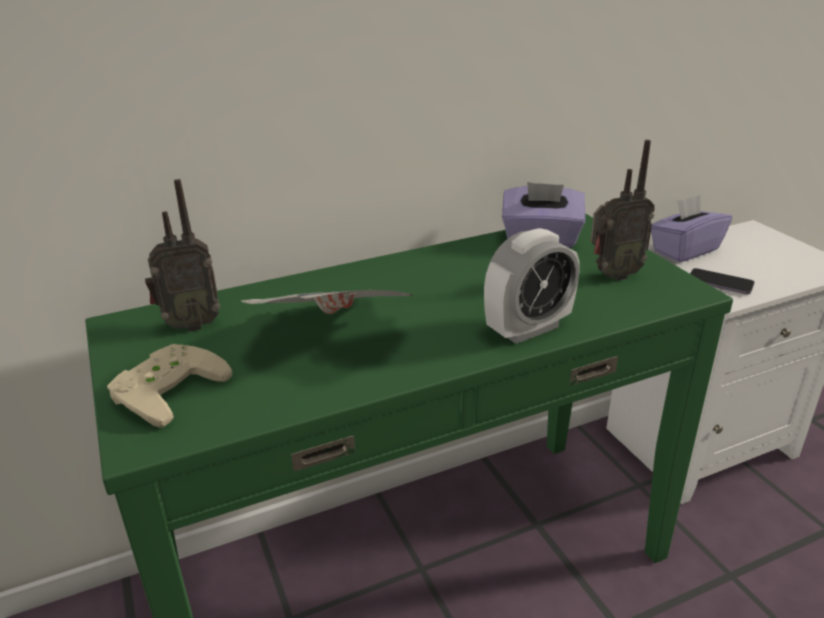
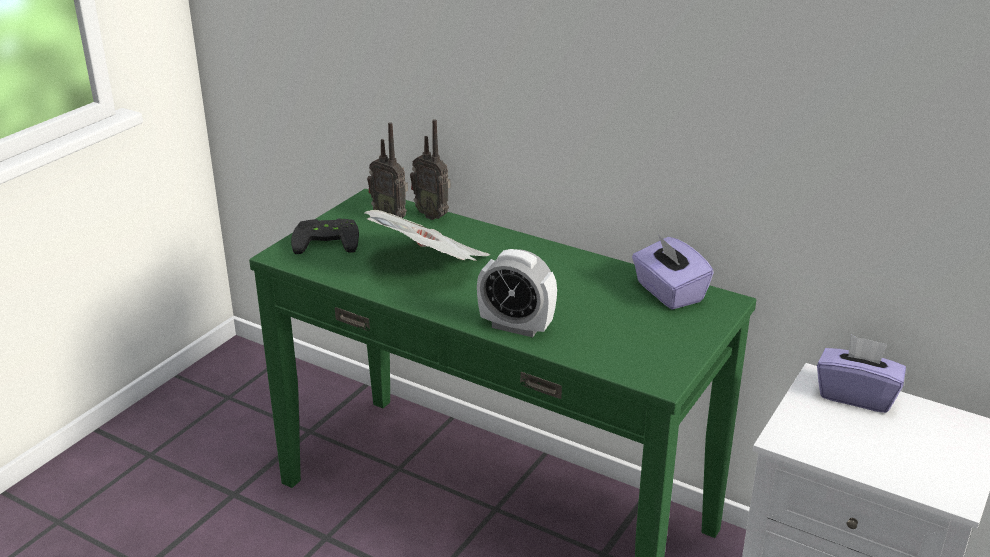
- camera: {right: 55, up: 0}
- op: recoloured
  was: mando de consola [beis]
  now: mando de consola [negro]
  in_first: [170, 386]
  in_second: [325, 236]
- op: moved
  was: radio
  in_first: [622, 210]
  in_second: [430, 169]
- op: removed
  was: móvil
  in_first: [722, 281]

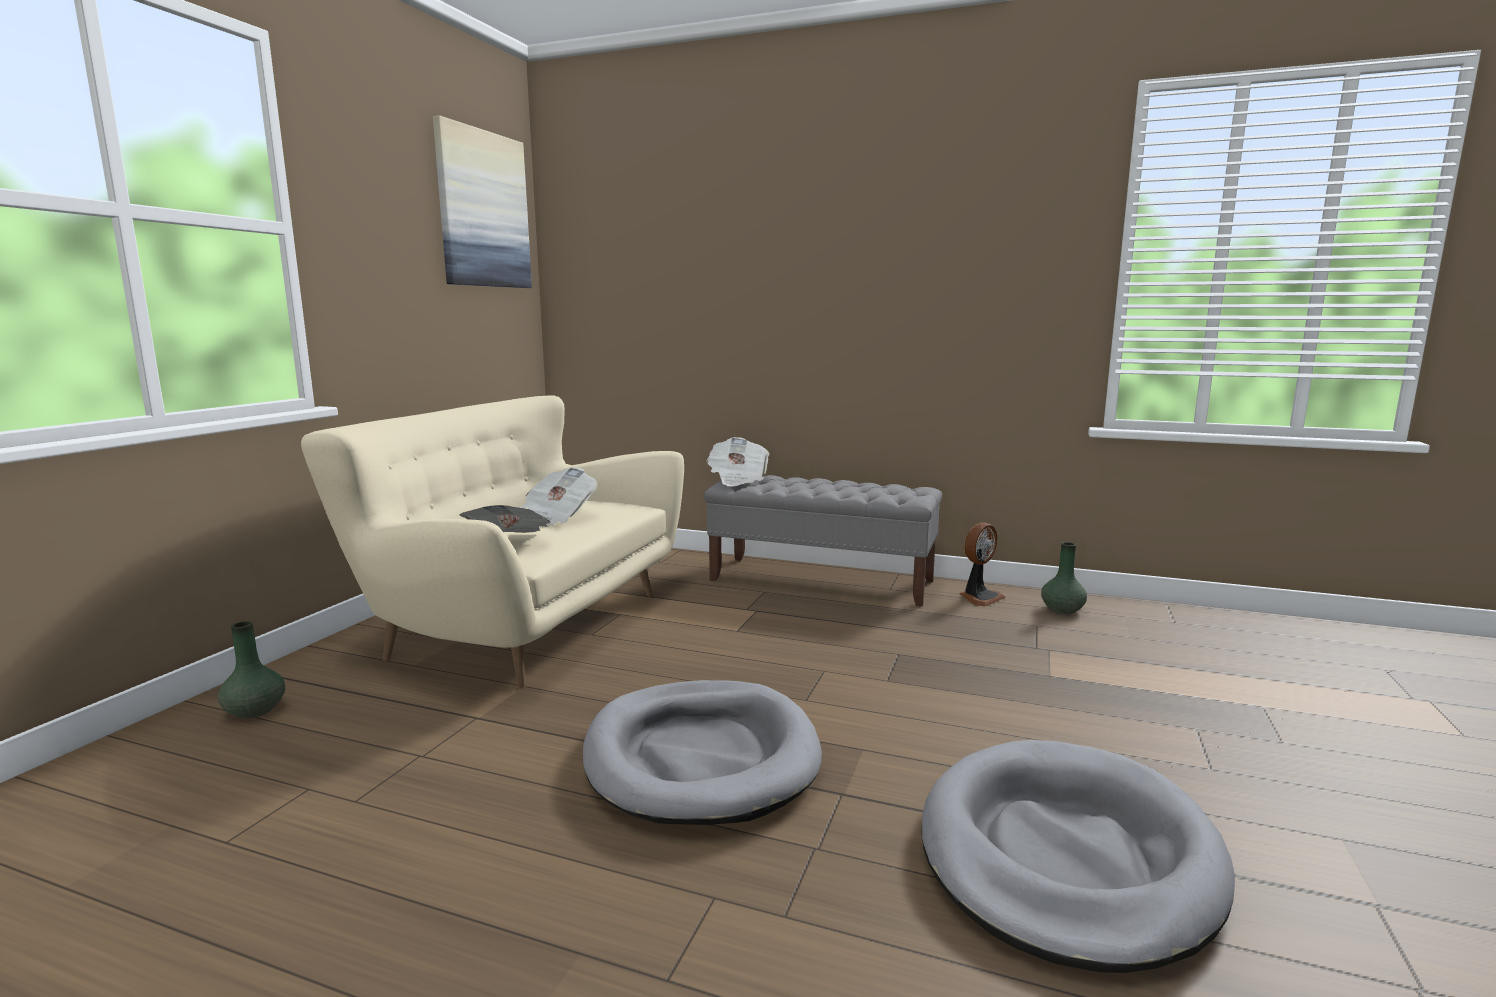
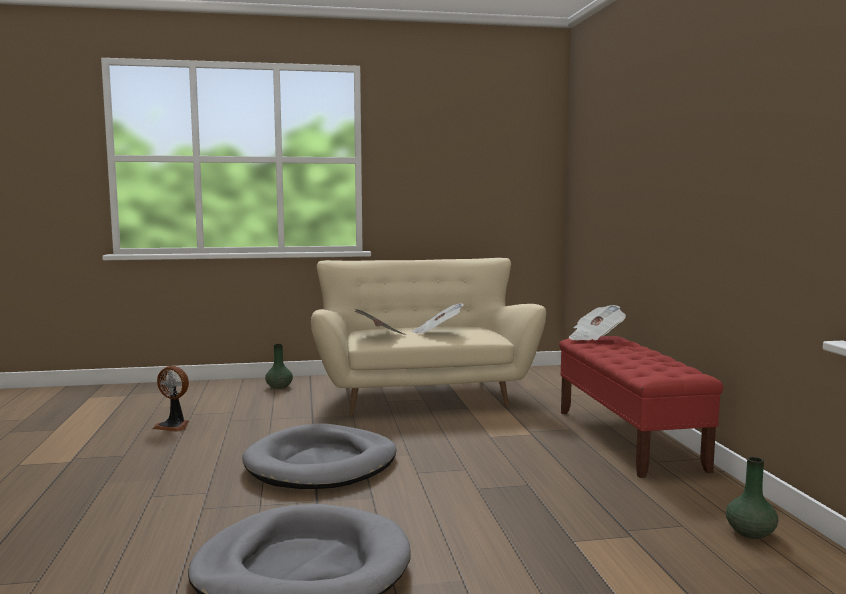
- camera: {right: 60, up: -5}
- op: removed
  was: cuadro
  in_first: [482, 201]
- op: recoloured
  was: banco [gris]
  now: banco [rojo]
  in_first: [823, 541]
  in_second: [641, 407]
- op: moved
  was: ventilador
  in_first: [983, 565]
  in_second: [170, 399]

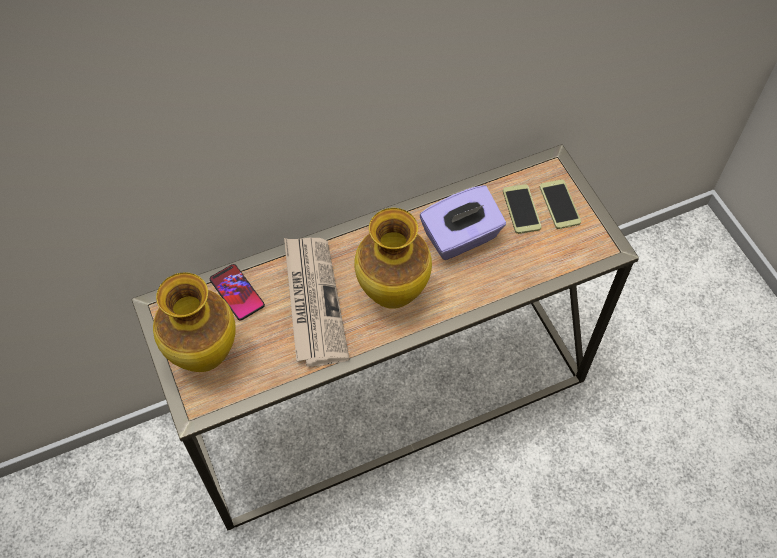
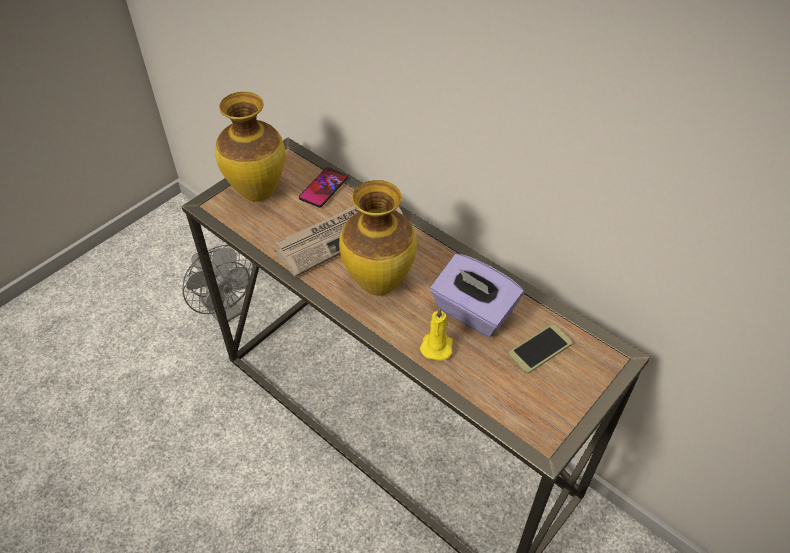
- camera: {right: 65, up: -10}
- op: removed
  was: móvil
  in_first: [560, 204]
- op: added
  now: ventilador [gris]
  in_second: [217, 284]
- op: added
  now: vela [amarillo]
  in_second: [436, 334]

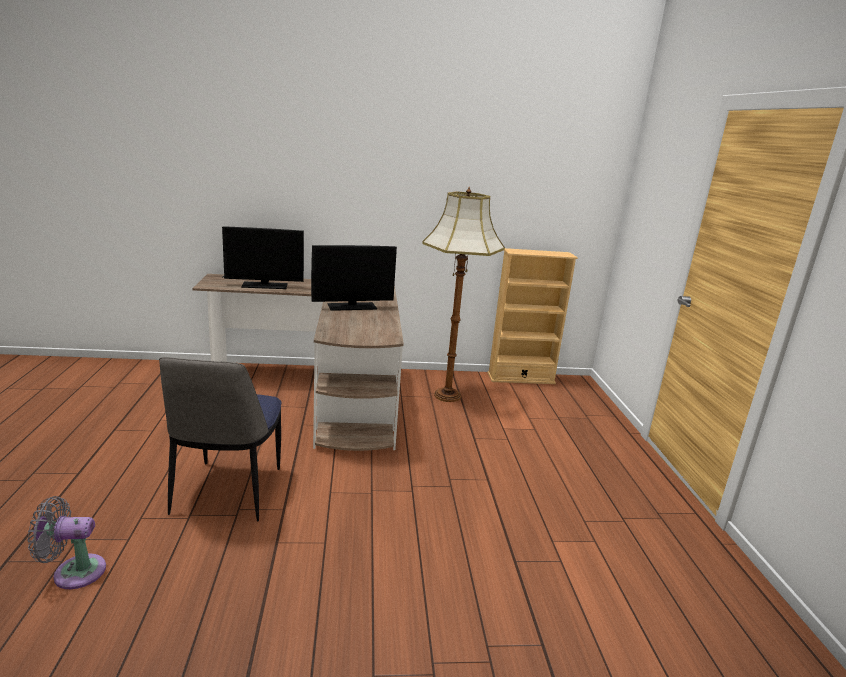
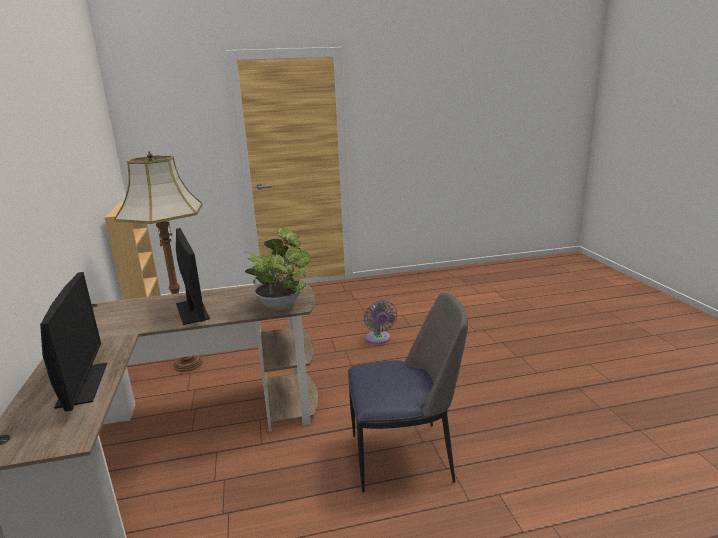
- camera: {right: -95, up: 0}
- op: moved
  was: ventilador [gris]
  in_first: [66, 542]
  in_second: [380, 322]
- op: added
  now: planta en maceta
  in_second: [277, 268]

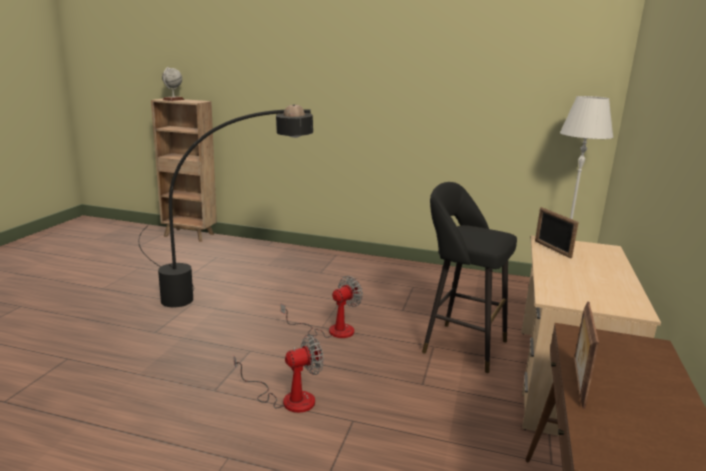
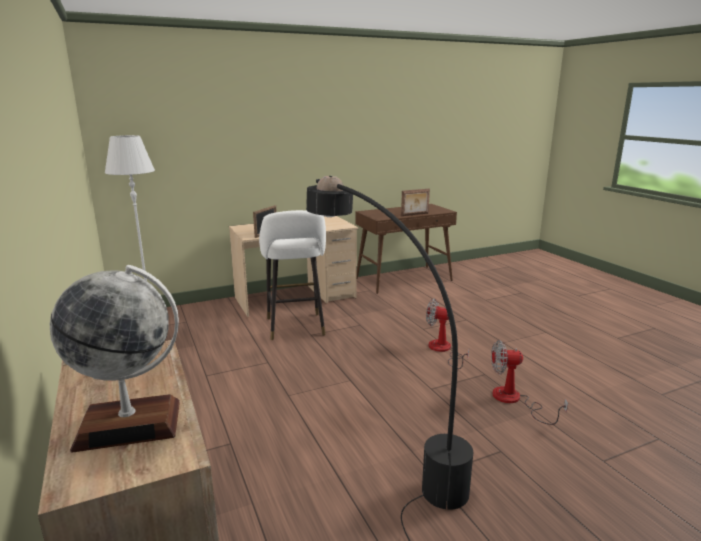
- camera: {right: -130, up: 0}
- op: moved
  was: ventilador
  in_first: [322, 307]
  in_second: [529, 382]
- op: recoloured
  was: taburete [negro]
  now: taburete [blanco]
  in_first: [469, 277]
  in_second: [292, 275]

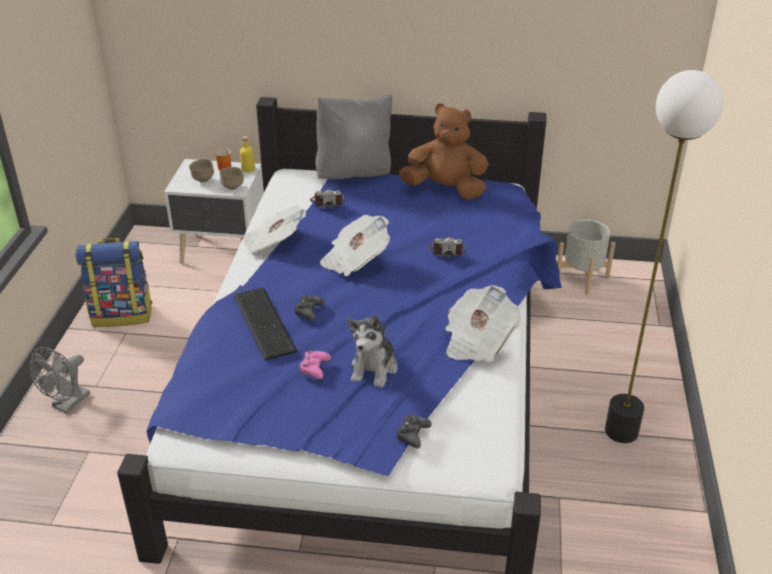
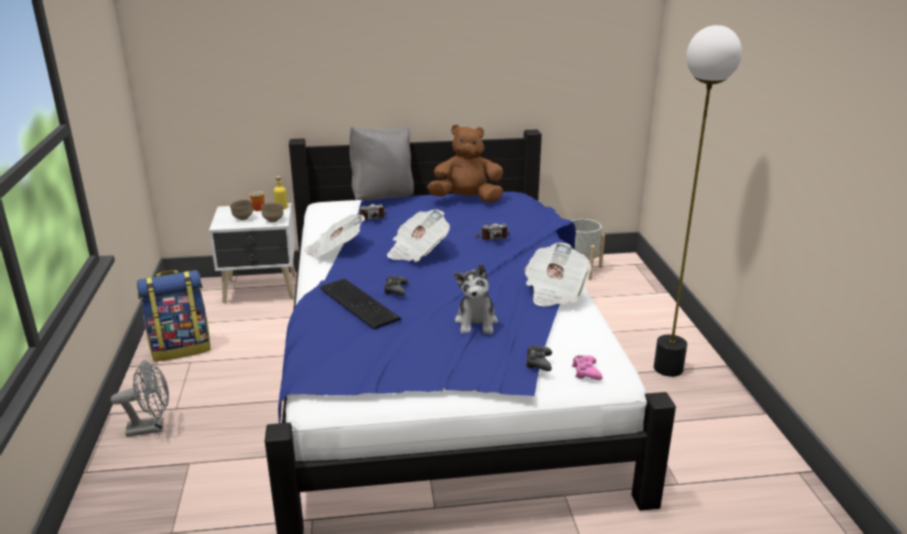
- camera: {right: -15, up: -10}
- op: turned
  was: ventilador [gris]
  in_first: [60, 380]
  in_second: [140, 398]
  clockwise: -120
- op: moved
  was: mando de consola [rosa]
  in_first: [315, 364]
  in_second: [587, 367]

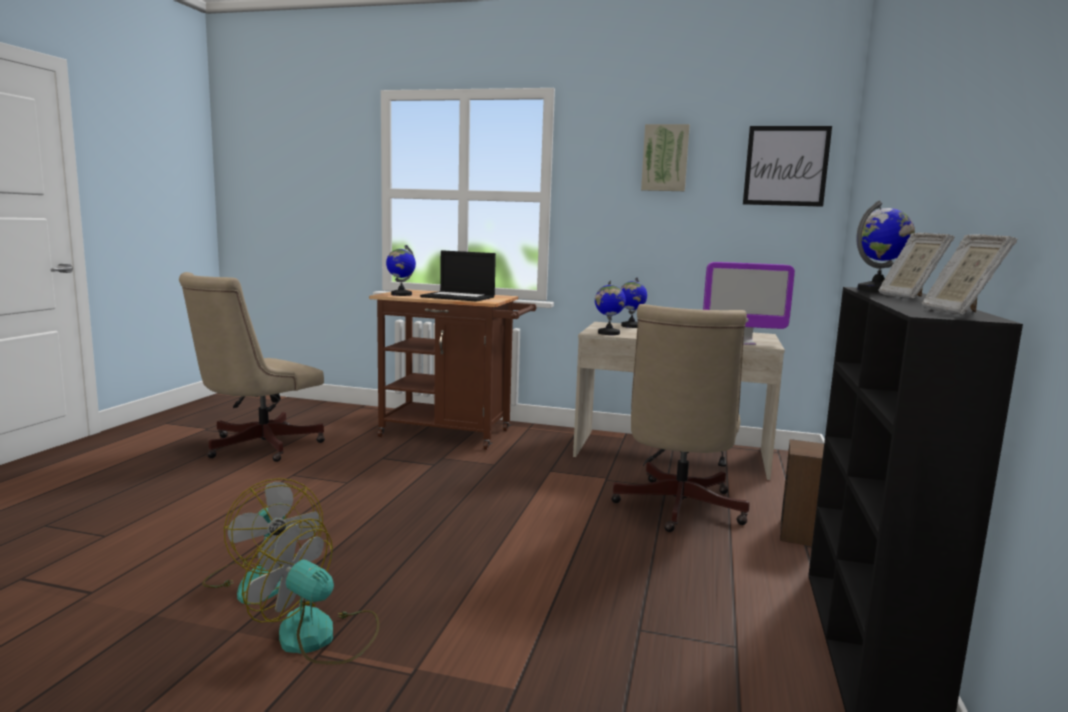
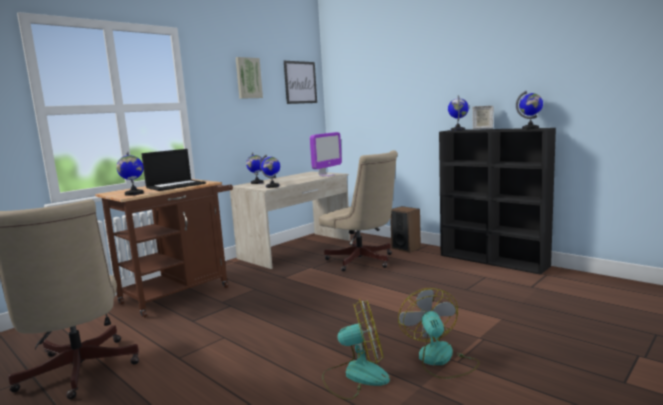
- camera: {right: -60, up: 0}
- op: turned
  was: ventilador
  in_first: [311, 592]
  in_second: [439, 333]
  clockwise: 120
- op: replaced
  was: portarretratos
  now: globo terráqueo
  in_first: [970, 274]
  in_second: [529, 110]

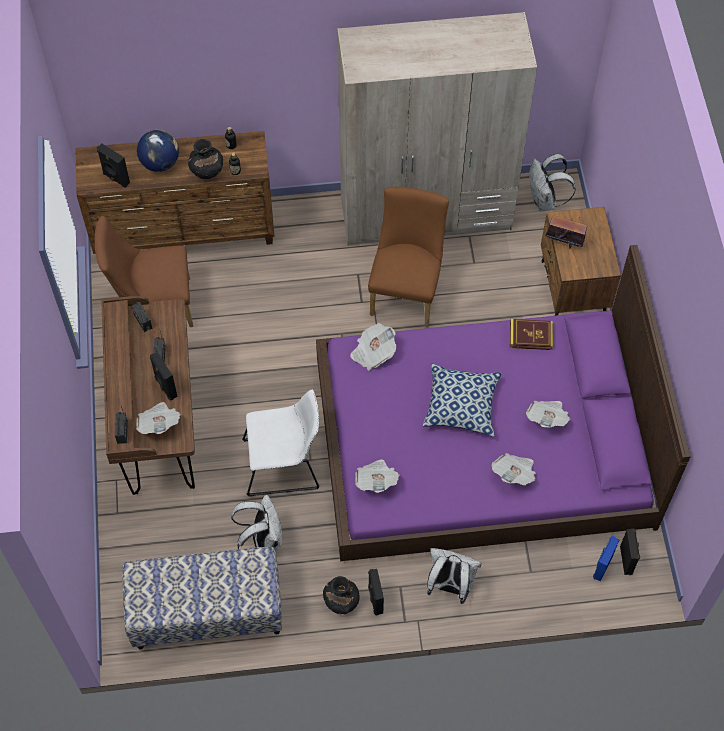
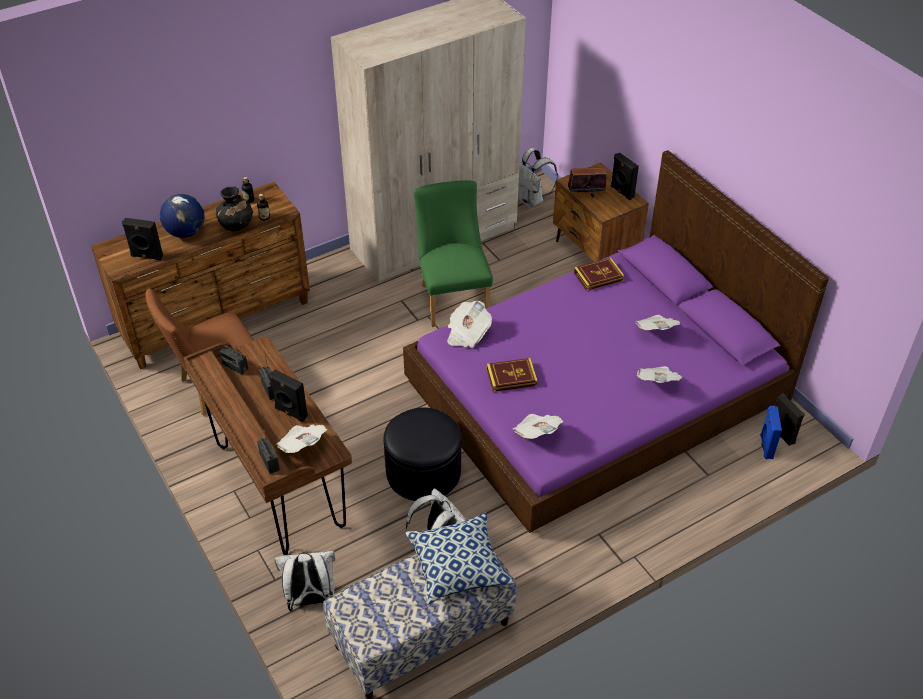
- camera: {right: -25, up: -15}
- op: replaced
  was: silla [blanco]
  now: puf [negro]
  in_first: [280, 443]
  in_second: [422, 454]
- op: removed
  was: florero [negro]
  in_first: [341, 595]
- op: recoloured
  was: silla [marrón]
  now: silla [verde]
  in_first: [408, 256]
  in_second: [453, 253]
- op: moved
  was: altavoz [negro]
  in_first: [376, 592]
  in_second: [625, 176]
- op: moved
  was: cojín
  in_first: [462, 400]
  in_second: [459, 558]
- op: moved
  was: mochila [blanco]
  in_first: [454, 576]
  in_second: [304, 581]
- op: added
  now: libro
  in_second: [512, 375]

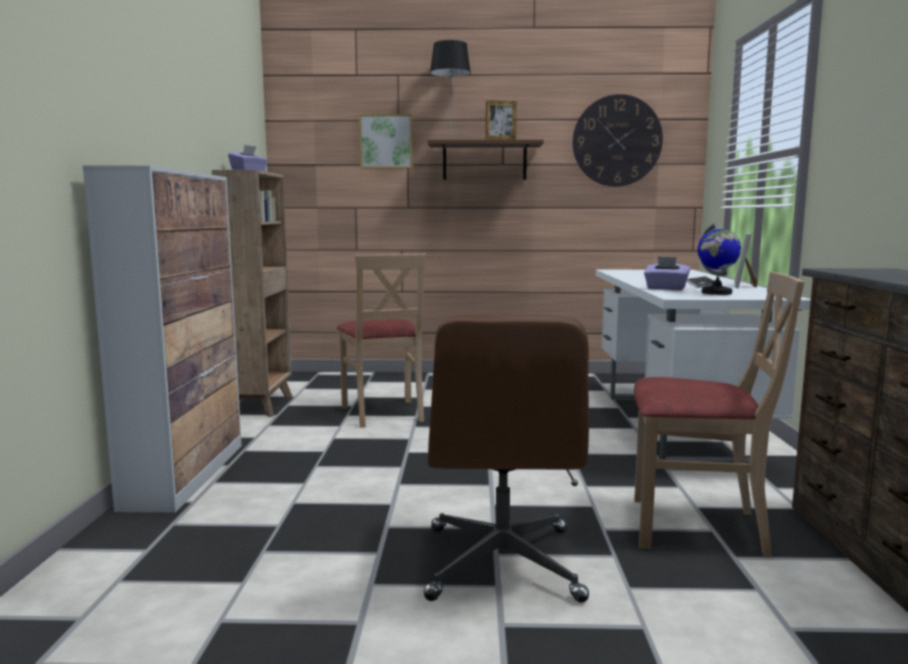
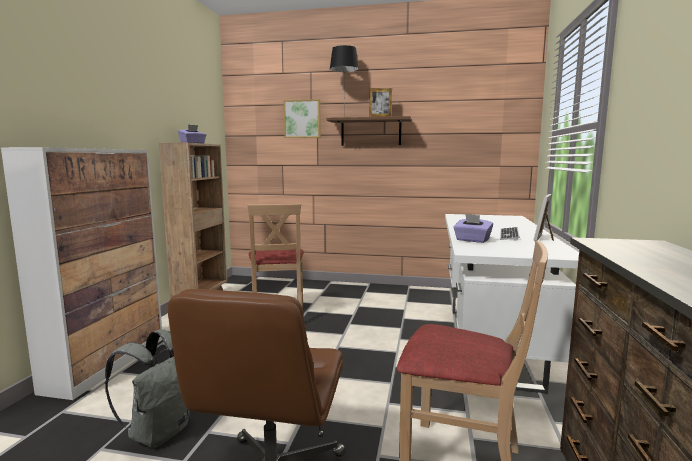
- camera: {right: 10, up: 0}
- op: removed
  was: reloj de pared
  in_first: [618, 140]
- op: removed
  was: globo terráqueo
  in_first: [719, 259]
- op: added
  now: mochila [gris]
  in_second: [147, 388]

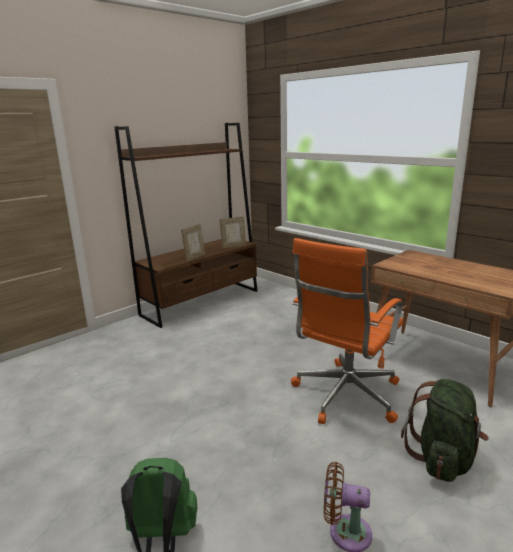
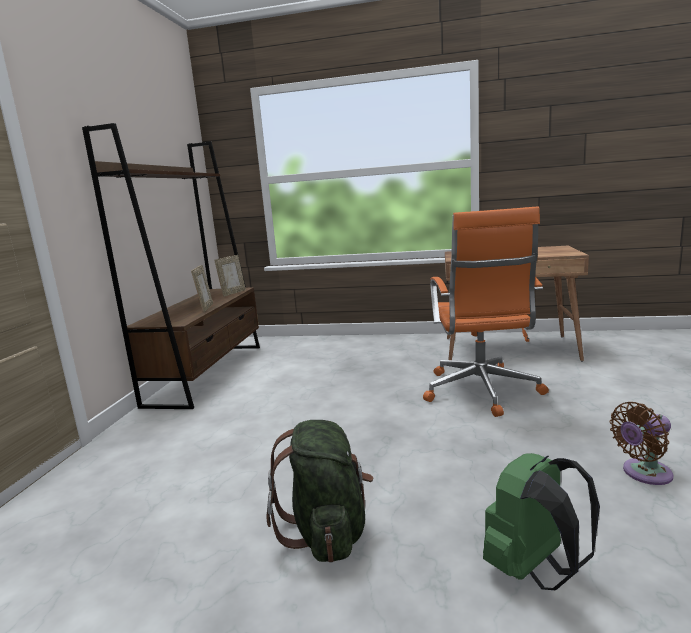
- camera: {right: -35, up: -5}
- op: moved
  was: mochila [verde]
  in_first: [445, 430]
  in_second: [319, 491]

